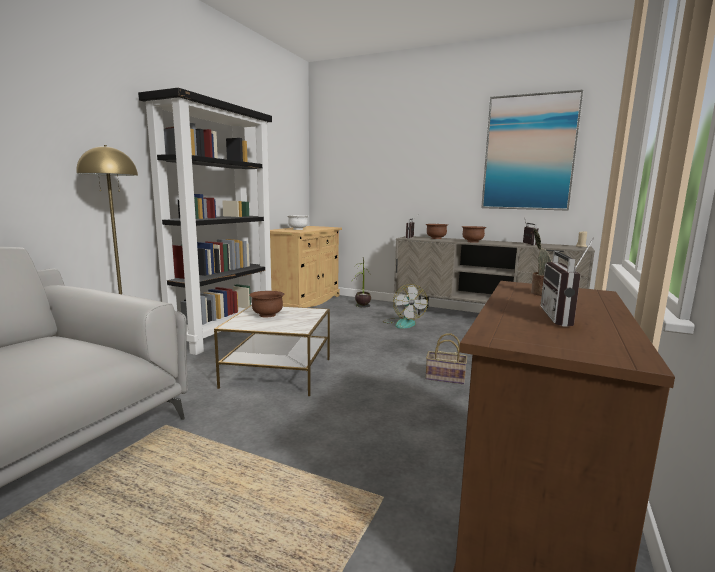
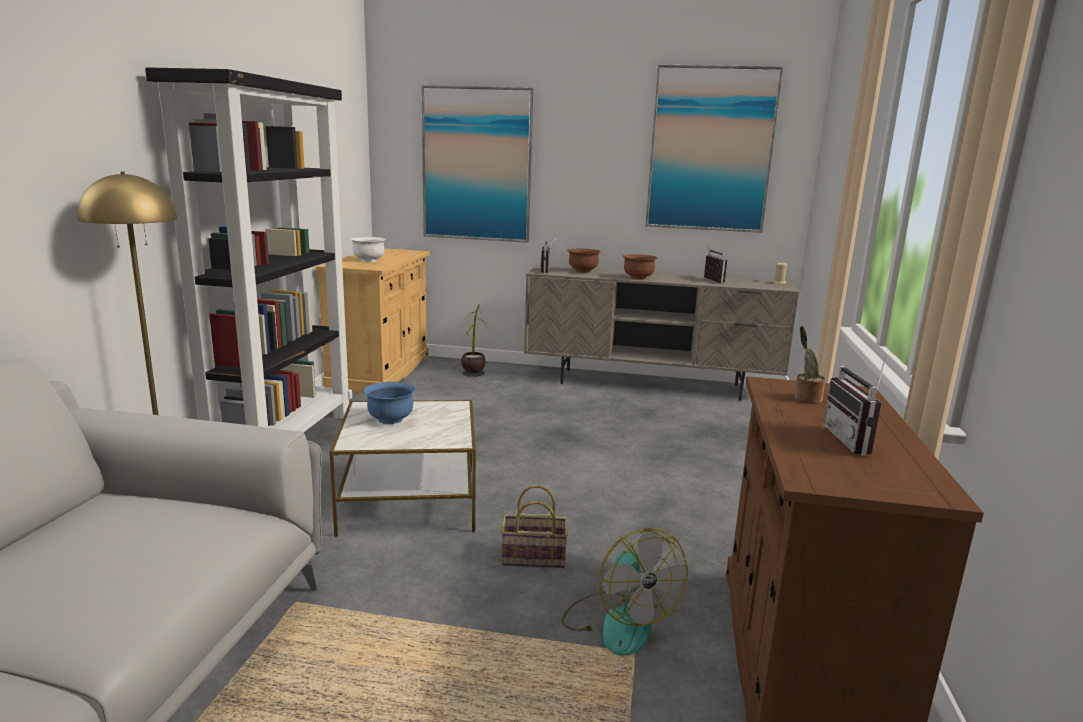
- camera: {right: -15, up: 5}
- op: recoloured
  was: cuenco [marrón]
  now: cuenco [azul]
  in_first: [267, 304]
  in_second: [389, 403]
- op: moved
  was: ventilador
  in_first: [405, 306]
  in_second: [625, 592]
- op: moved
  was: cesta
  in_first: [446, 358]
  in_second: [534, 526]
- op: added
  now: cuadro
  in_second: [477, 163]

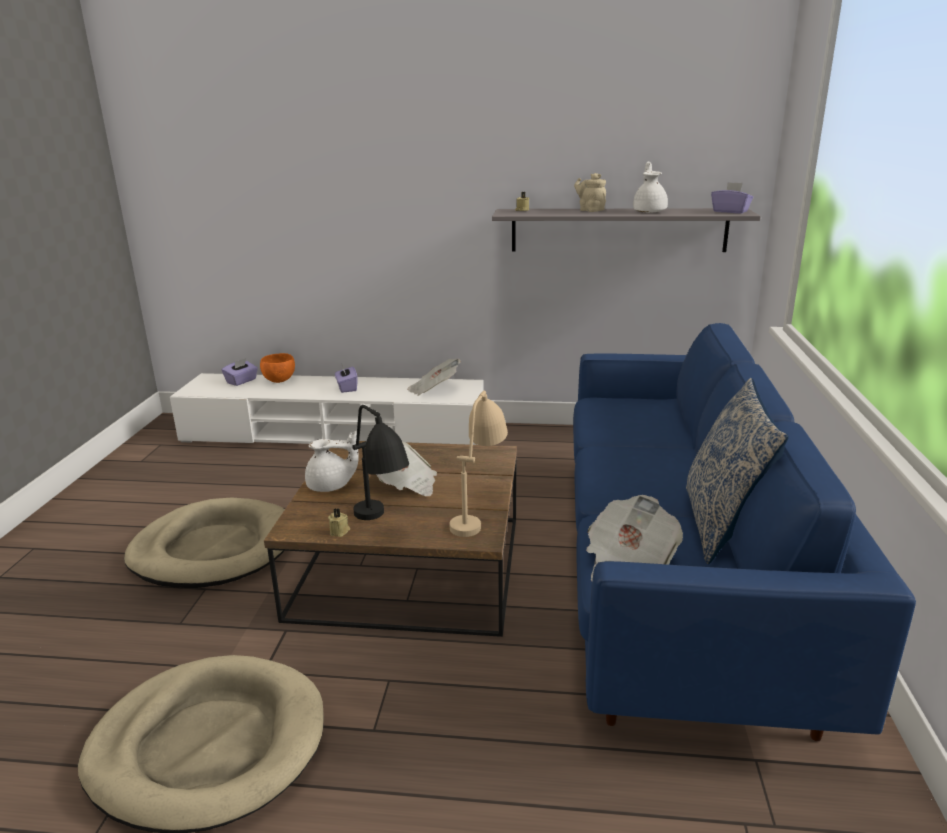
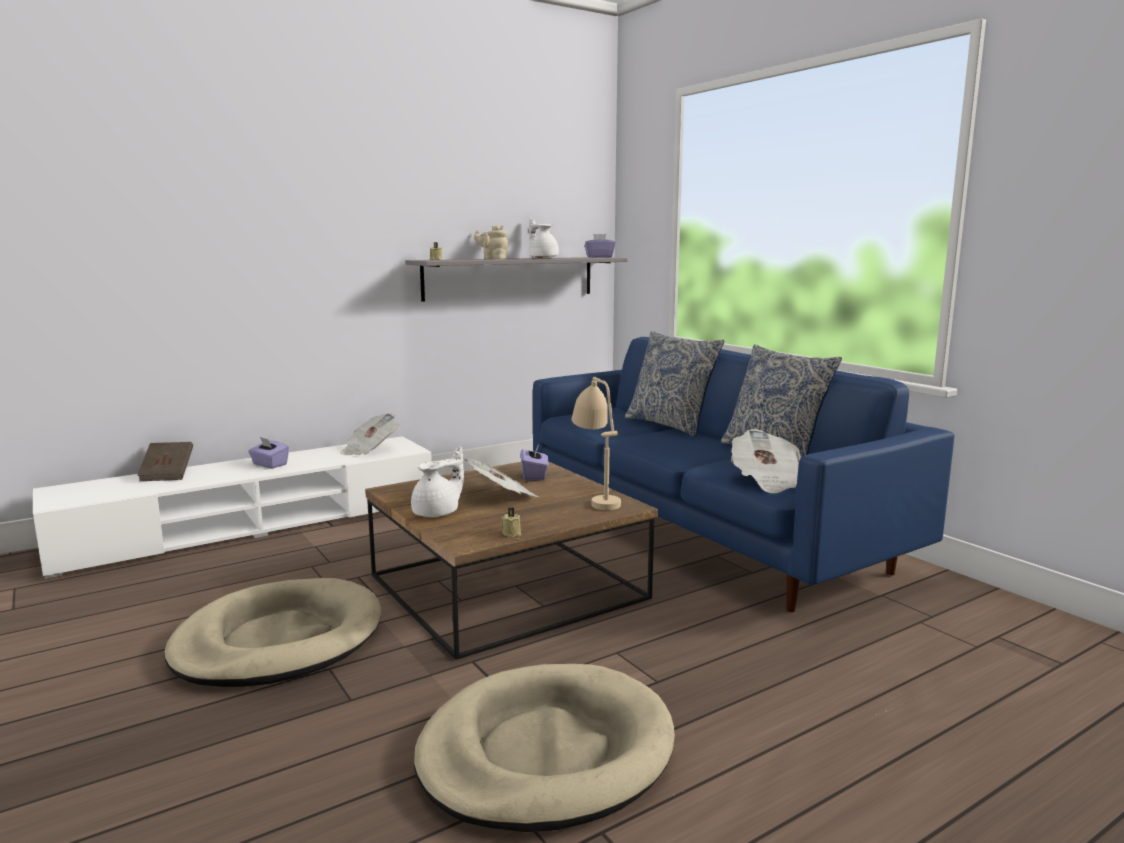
- camera: {right: -40, up: -10}
- op: moved
  was: caja de pañuelos [morado]
  in_first: [240, 372]
  in_second: [535, 462]
- op: replaced
  was: cuenco [naranja]
  now: libro [marrón]
  in_first: [277, 368]
  in_second: [165, 461]
- op: removed
  was: lámpara de mesa [negro]
  in_first: [380, 462]
- op: added
  now: cojín
  in_second: [674, 384]

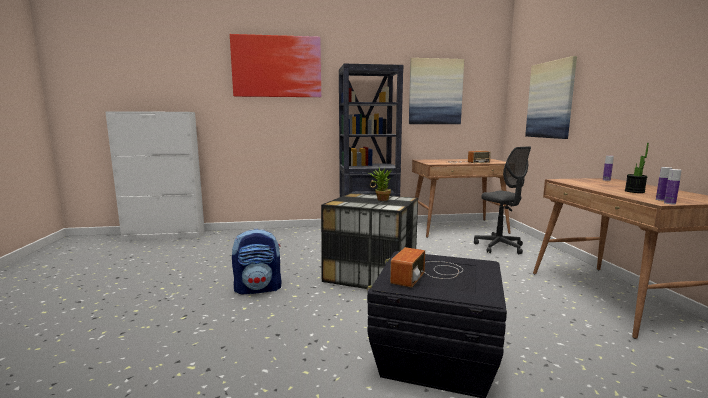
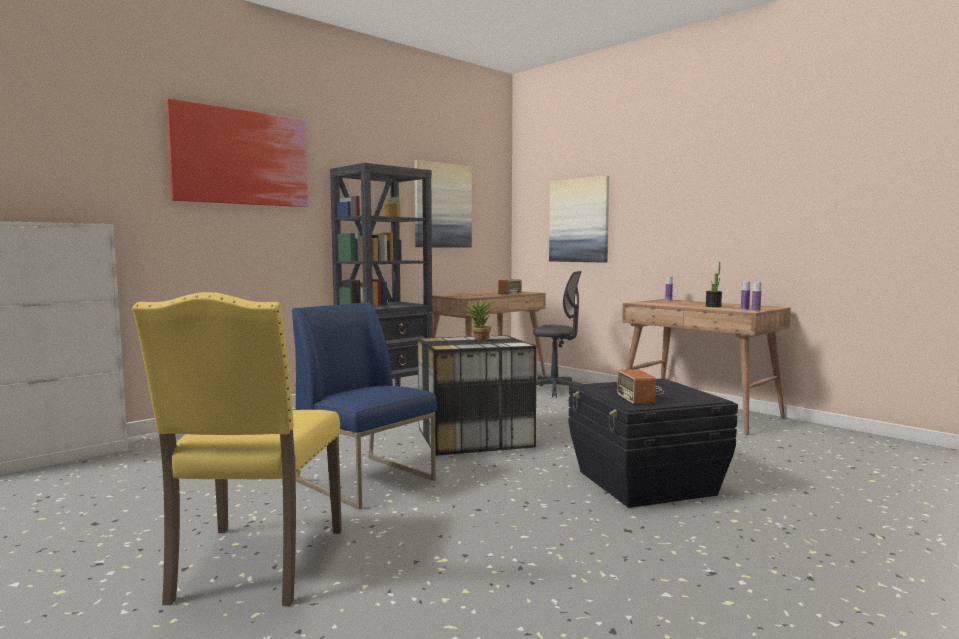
- camera: {right: -35, up: -5}
- op: replaced
  was: mochila
  now: silla [azul]
  in_first: [256, 261]
  in_second: [364, 405]
- op: added
  now: silla [amarillo]
  in_second: [237, 449]

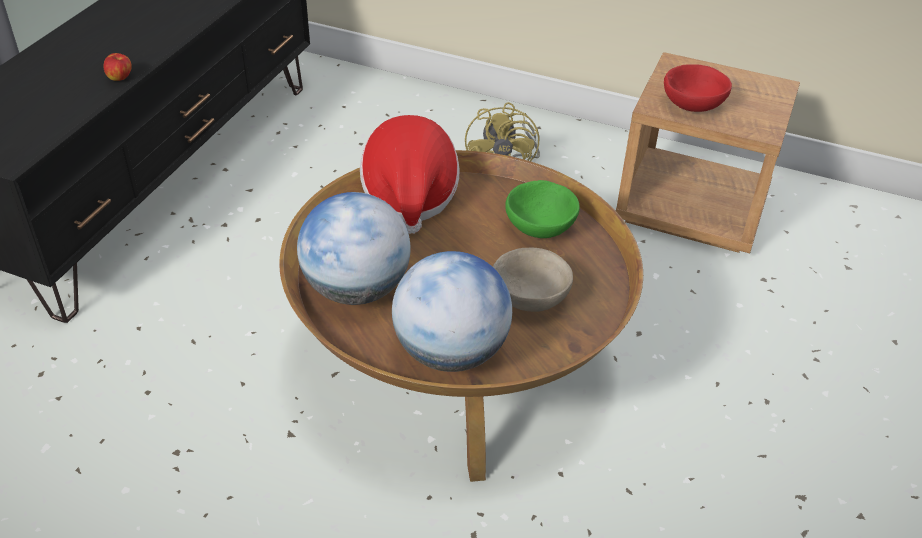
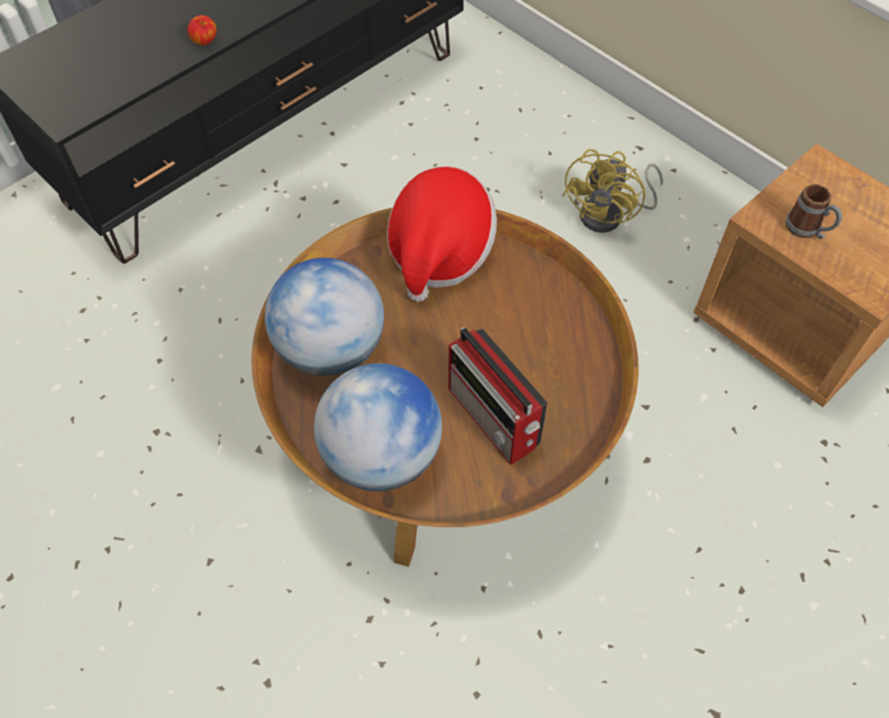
- camera: {right: 25, up: 15}
- op: replaced
  was: cuenco [beis]
  now: radio
  in_first: [533, 280]
  in_second: [497, 396]
- op: removed
  was: cuenco [verde]
  in_first: [542, 209]
- op: replaced
  was: cuenco [rojo]
  now: taza grande
  in_first: [698, 88]
  in_second: [813, 211]

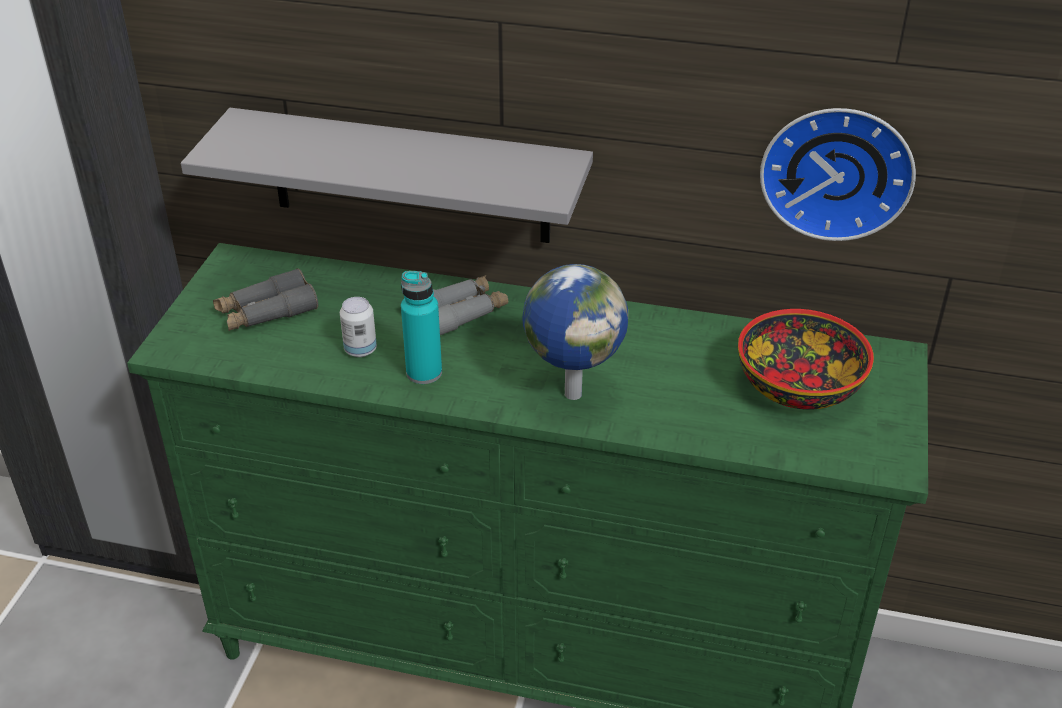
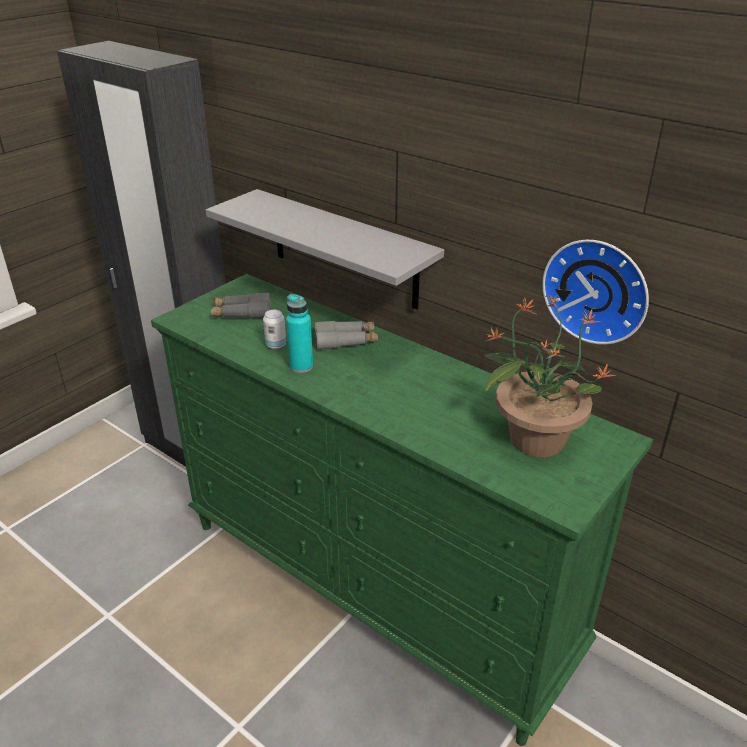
- camera: {right: 25, up: -5}
- op: removed
  was: globo terráqueo
  in_first: [575, 332]
- op: replaced
  was: cuenco
  now: planta en maceta
  in_first: [806, 359]
  in_second: [550, 376]

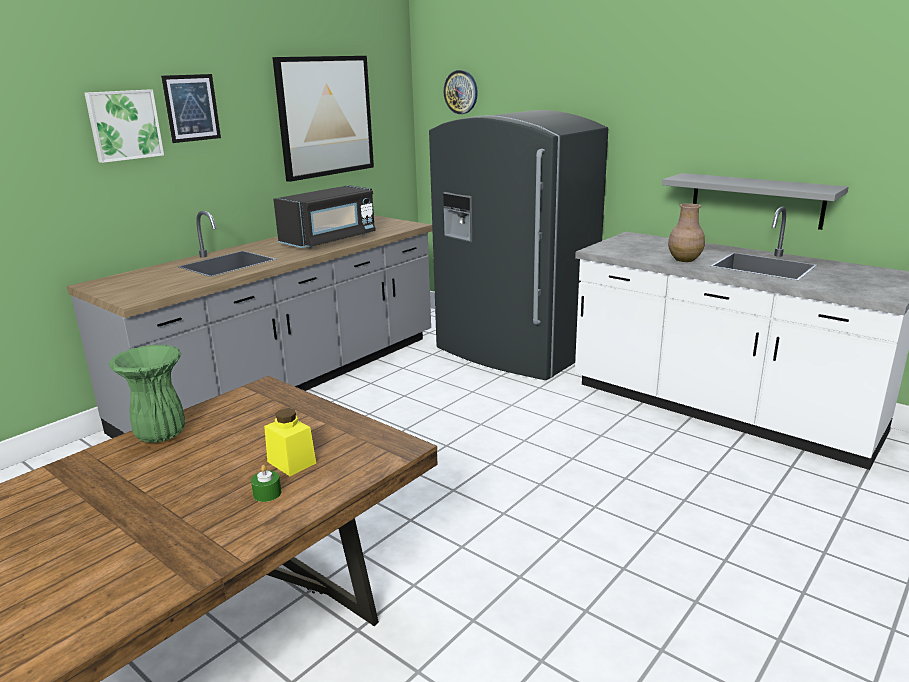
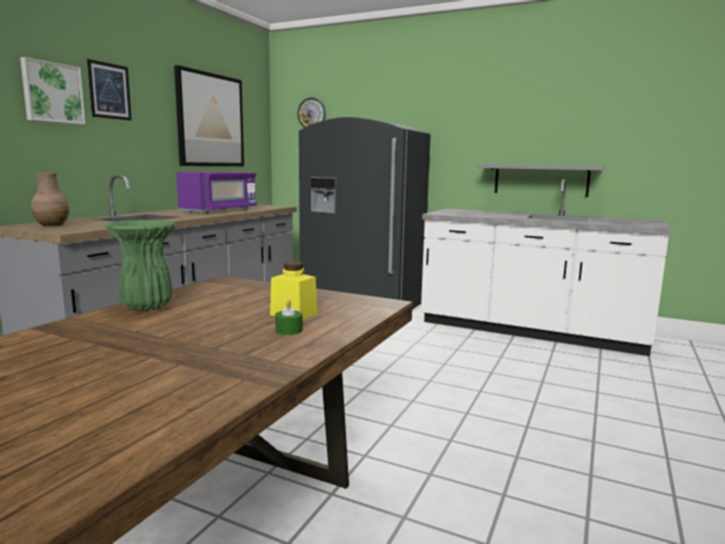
- camera: {right: -15, up: -10}
- op: recoloured
  was: microondas [negro]
  now: microondas [morado]
  in_first: [324, 217]
  in_second: [216, 193]
- op: moved
  was: florero [marrón]
  in_first: [686, 232]
  in_second: [50, 199]

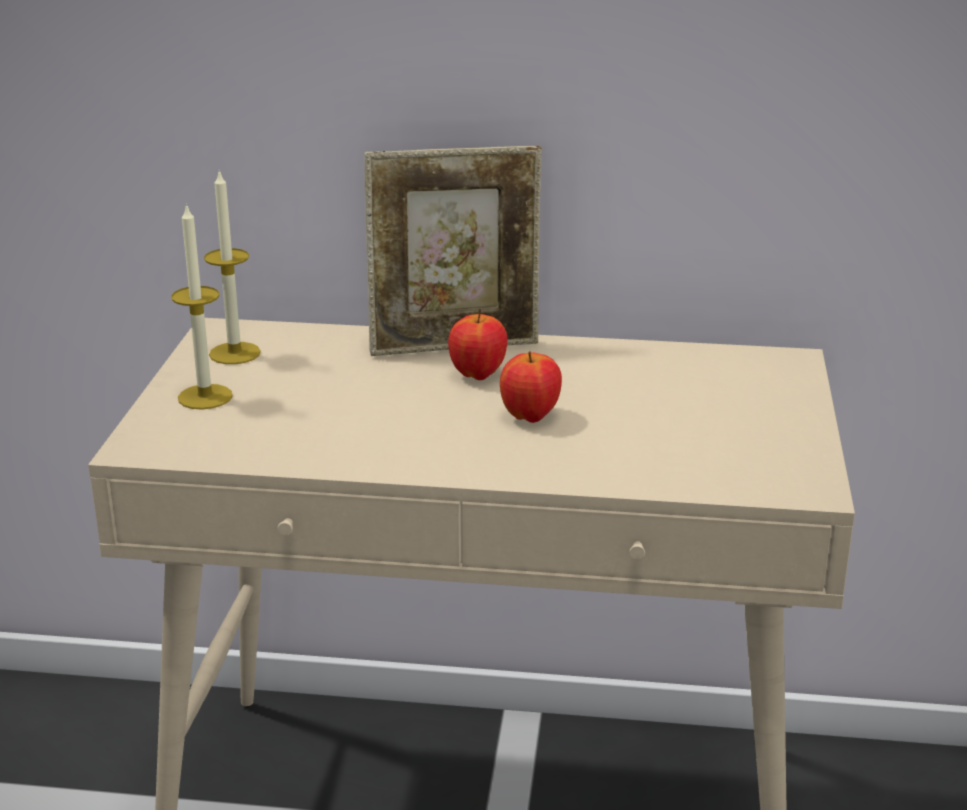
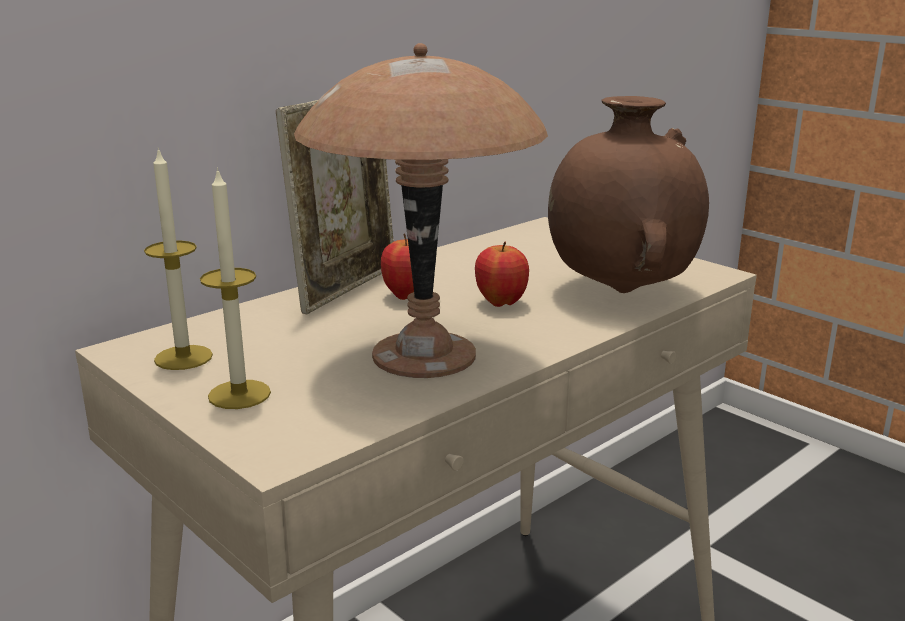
- camera: {right: -50, up: -5}
- op: added
  now: lámpara de mesa [marrón]
  in_second: [421, 210]
- op: added
  now: florero [marrón]
  in_second: [628, 194]

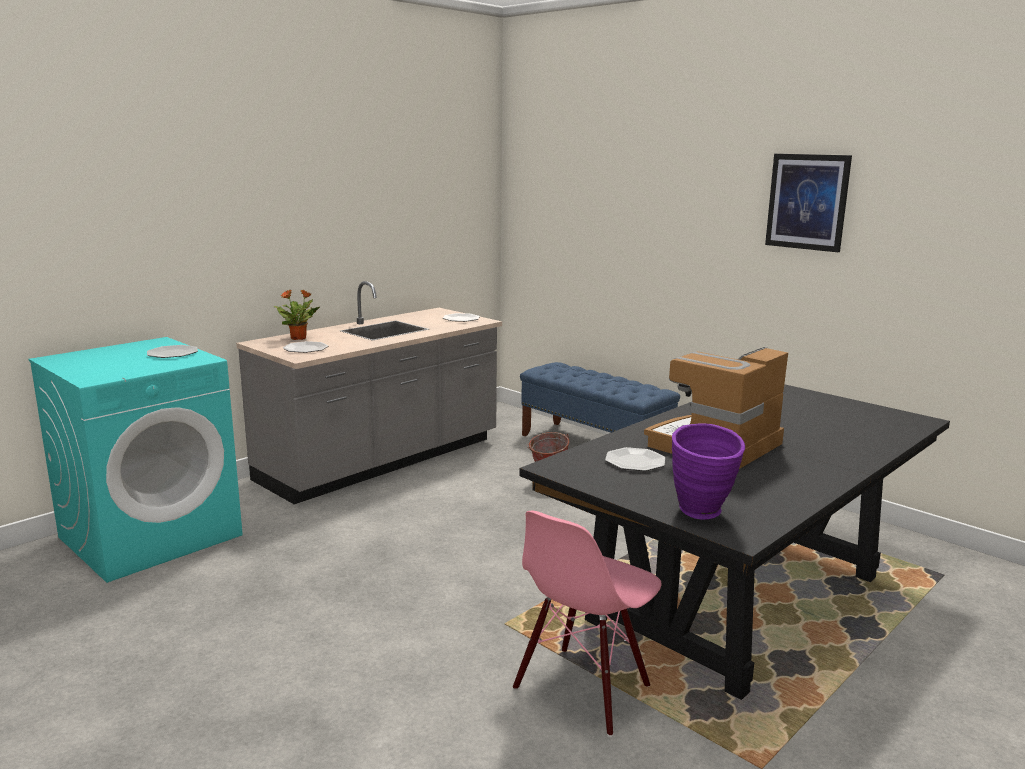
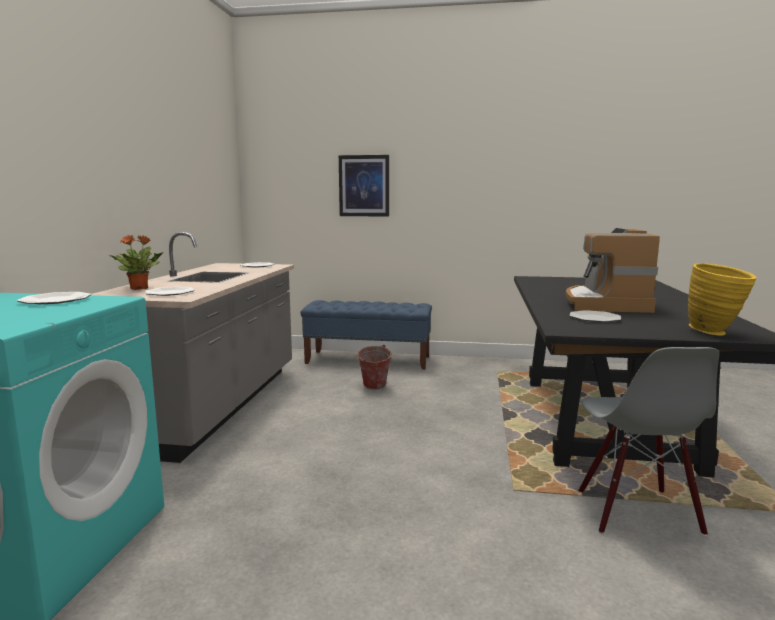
- camera: {right: -35, up: -5}
- op: recoloured
  was: silla [rosa]
  now: silla [gris]
  in_first: [587, 623]
  in_second: [649, 441]
- op: recoloured
  was: florero [morado]
  now: florero [amarillo]
  in_first: [708, 471]
  in_second: [722, 299]
- op: moved
  was: cuadro
  in_first: [808, 203]
  in_second: [364, 185]

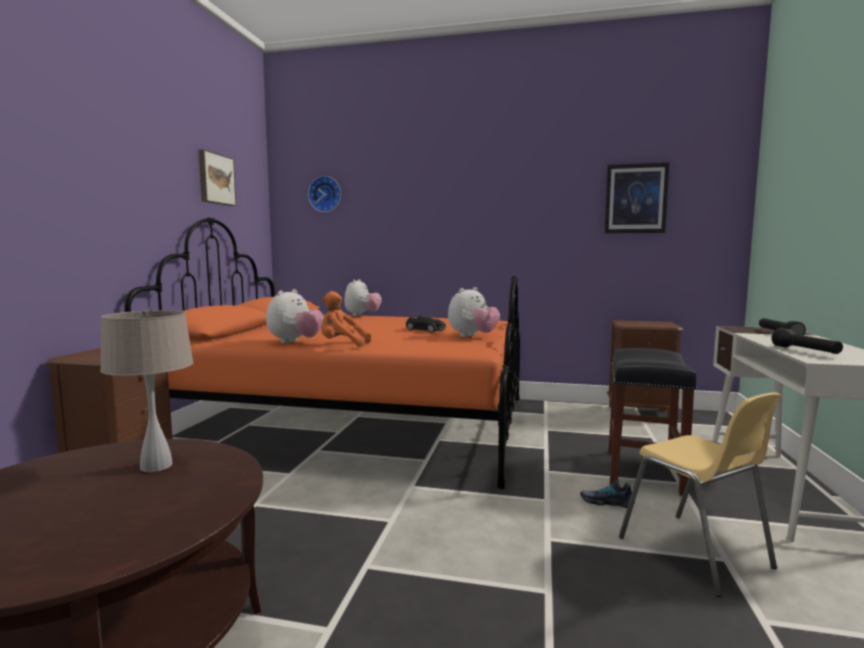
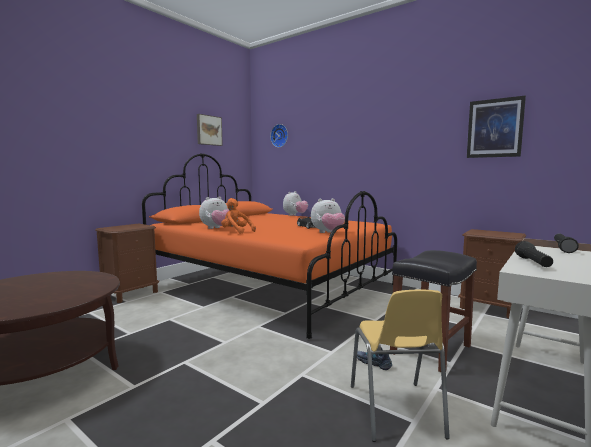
- camera: {right: 25, up: 0}
- op: removed
  was: lámpara de mesa [beis]
  in_first: [147, 391]

